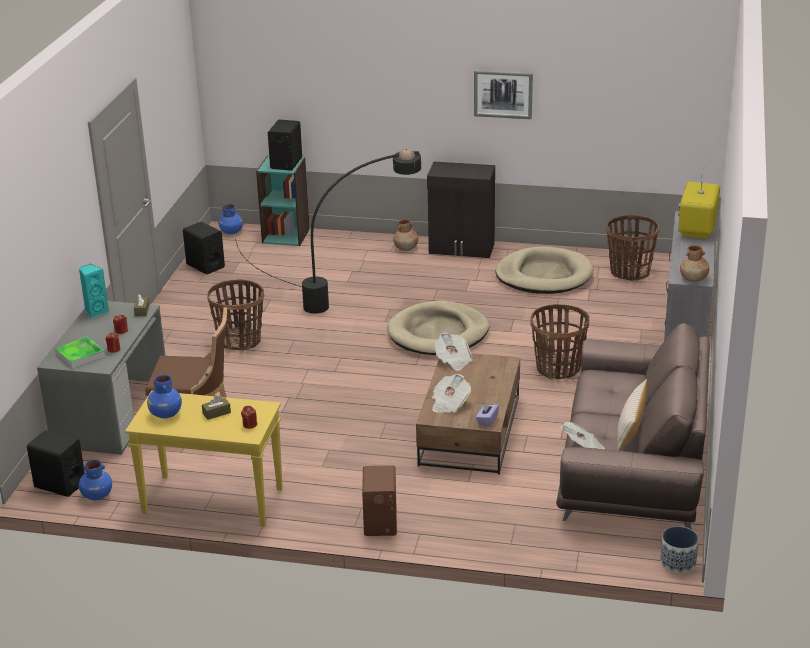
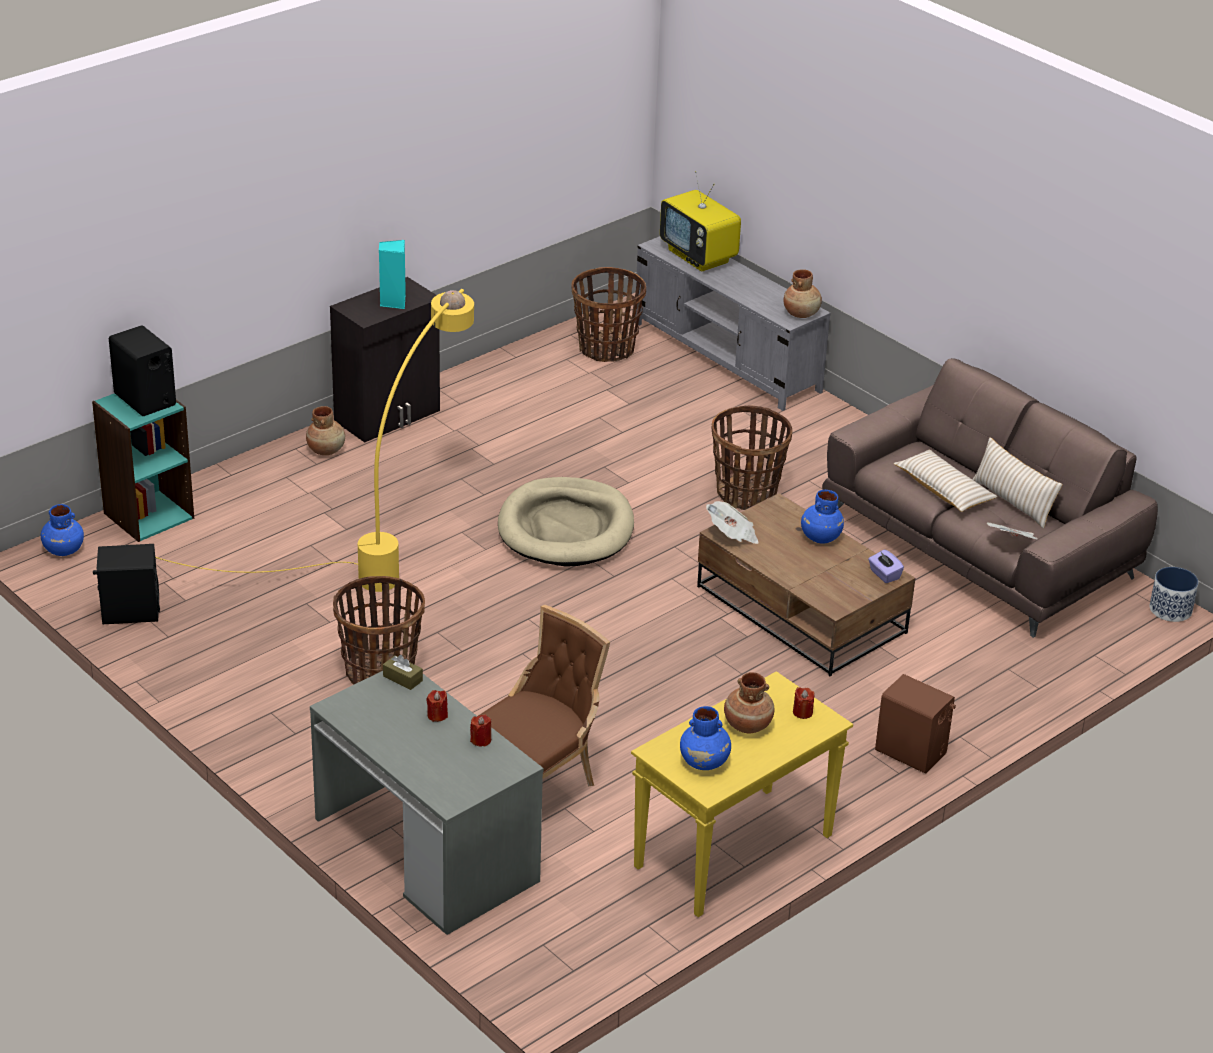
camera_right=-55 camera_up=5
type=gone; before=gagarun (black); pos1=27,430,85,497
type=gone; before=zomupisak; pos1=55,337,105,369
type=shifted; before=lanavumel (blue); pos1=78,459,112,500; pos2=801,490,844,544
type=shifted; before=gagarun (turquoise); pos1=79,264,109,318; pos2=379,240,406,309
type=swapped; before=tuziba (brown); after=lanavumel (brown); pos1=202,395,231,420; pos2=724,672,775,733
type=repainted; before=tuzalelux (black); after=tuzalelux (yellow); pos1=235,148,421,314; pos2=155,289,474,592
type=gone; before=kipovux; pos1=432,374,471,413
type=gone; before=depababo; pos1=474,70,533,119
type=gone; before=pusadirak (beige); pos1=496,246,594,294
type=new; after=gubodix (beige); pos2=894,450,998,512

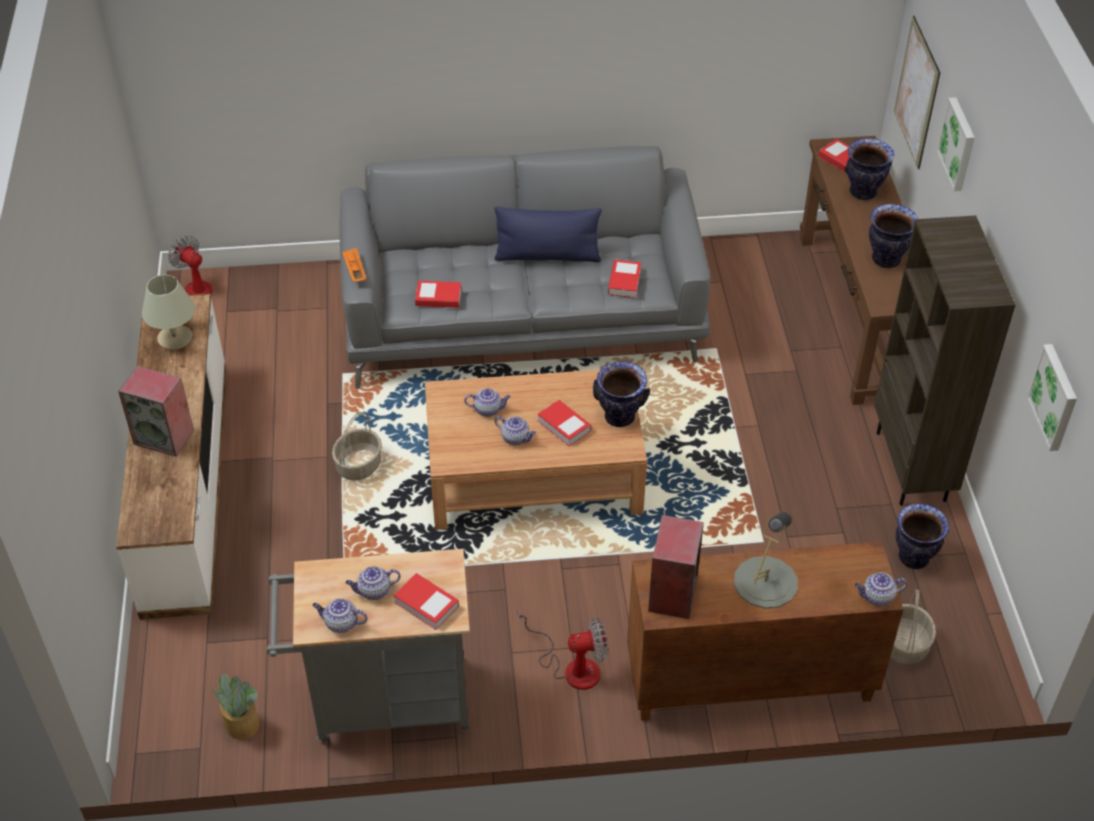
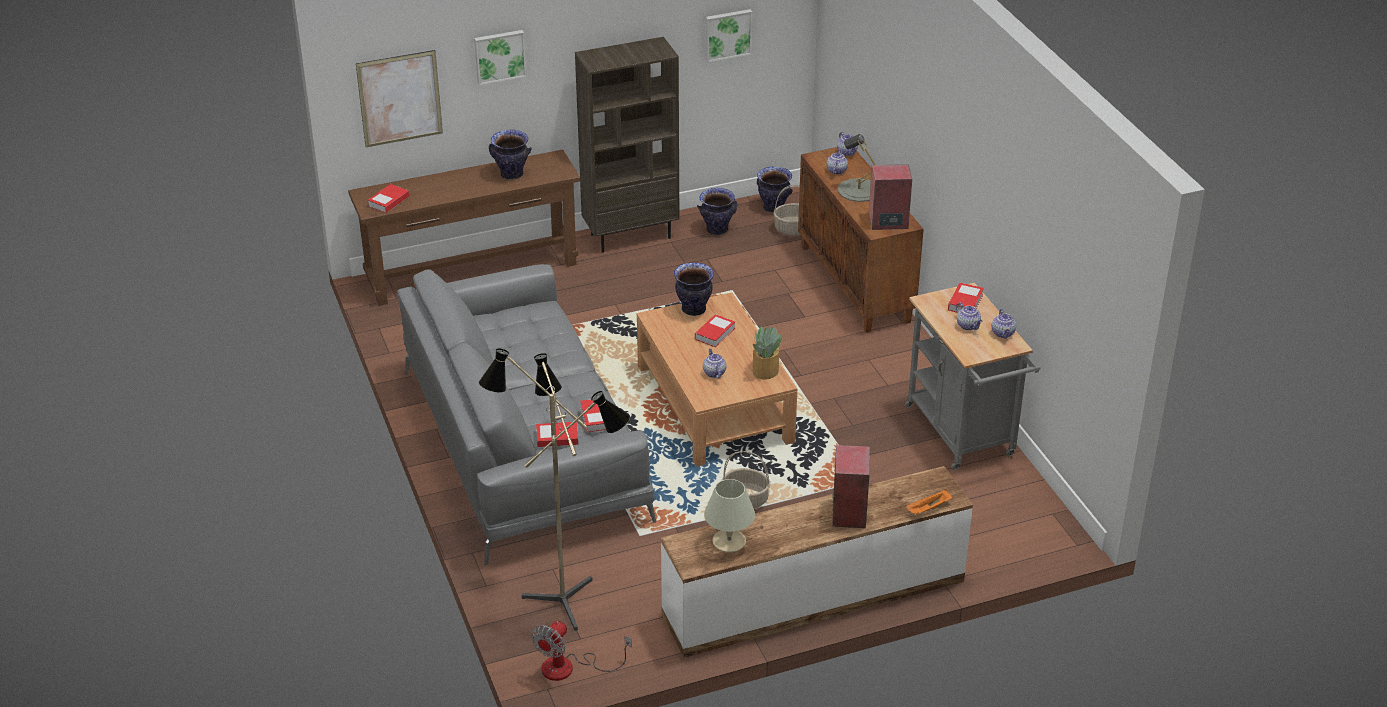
camera_right=-105 camera_up=-10
type=shifted; before=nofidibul; pos1=211,673,259,740; pos2=753,326,782,380
type=shifted; before=zomupisak (orange); pos1=342,247,366,282; pos2=906,489,952,515
type=gone; before=gubodix (blue); pos1=494,207,602,262
type=shifted; before=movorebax; pos1=495,416,536,445; pos2=826,149,848,175
type=gone; before=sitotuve; pos1=518,610,608,690
type=shifted; before=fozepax; pos1=608,259,641,298; pos2=536,422,578,447
type=shifted; before=lanavumel; pos1=844,138,894,200; pos2=757,167,793,213
type=new; after=tuzalelux; pos2=479,349,630,631

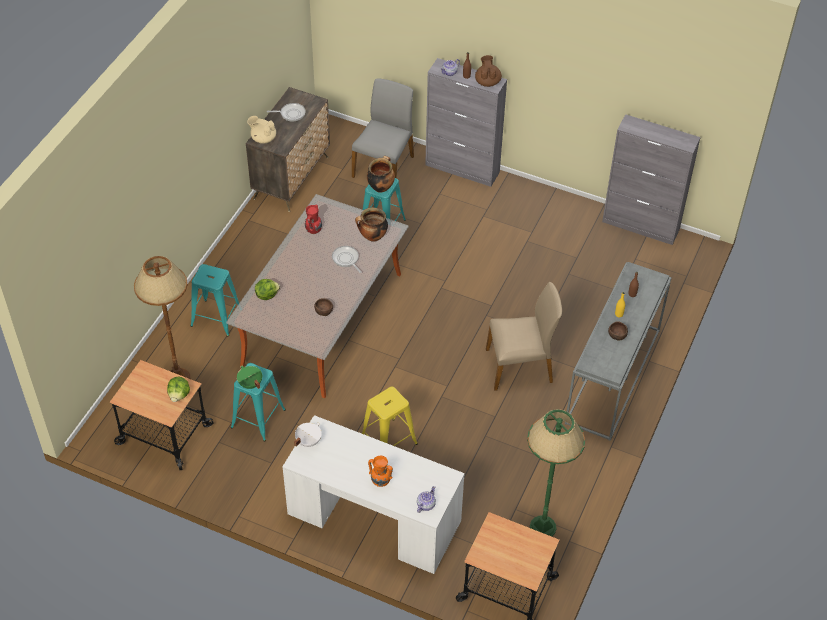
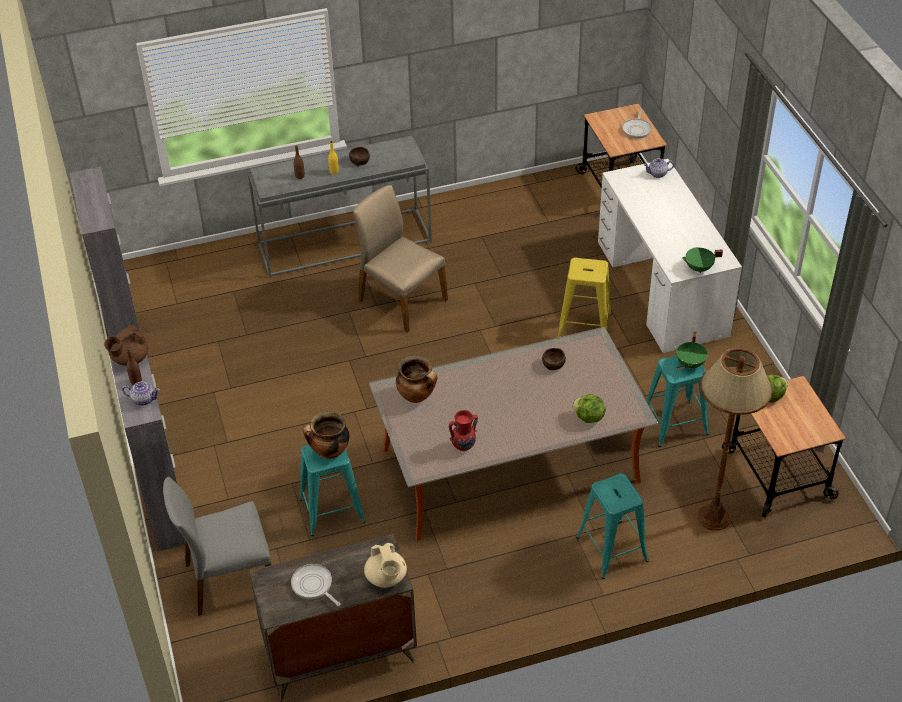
camera_right=-130 camera_up=-5
type=repainted; before=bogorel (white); after=bogorel (green); pos1=294,423,322,447; pos2=682,247,723,273
type=shifted; before=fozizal; pos1=332,246,362,273; pos2=622,109,652,139
type=gone; before=lanavumel (orange); pos1=368,455,393,487
type=gone; before=tuzalelux (green); pos1=527,409,585,537

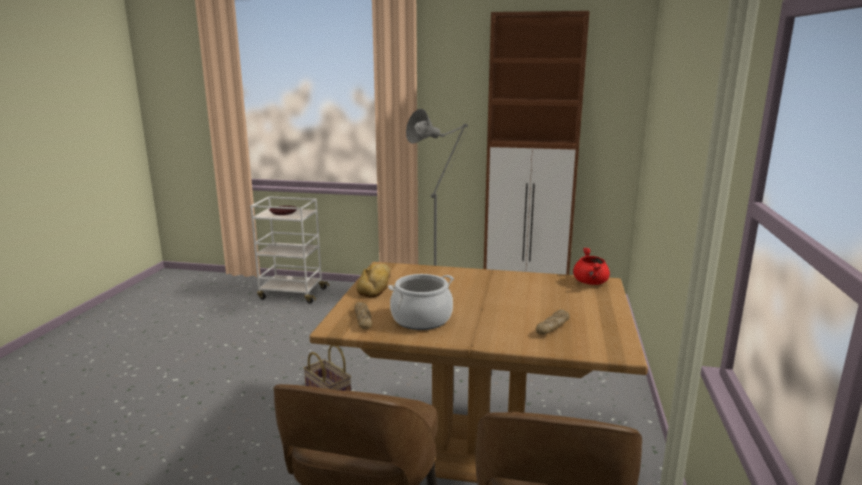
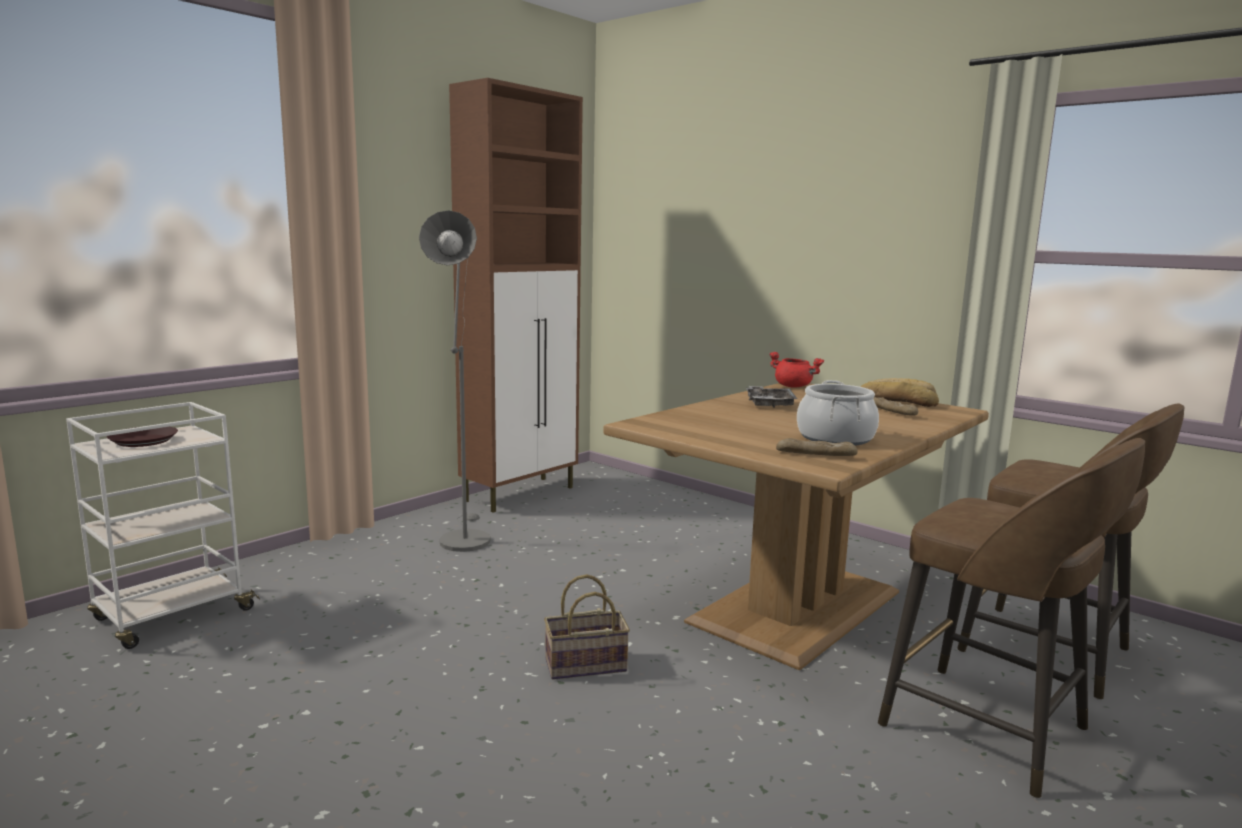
camera_right=-60 camera_up=-5
type=shifted; before=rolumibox; pos1=357,264,391,298; pos2=860,378,939,407
type=new; after=zomupisak (grey); pos2=746,386,797,408

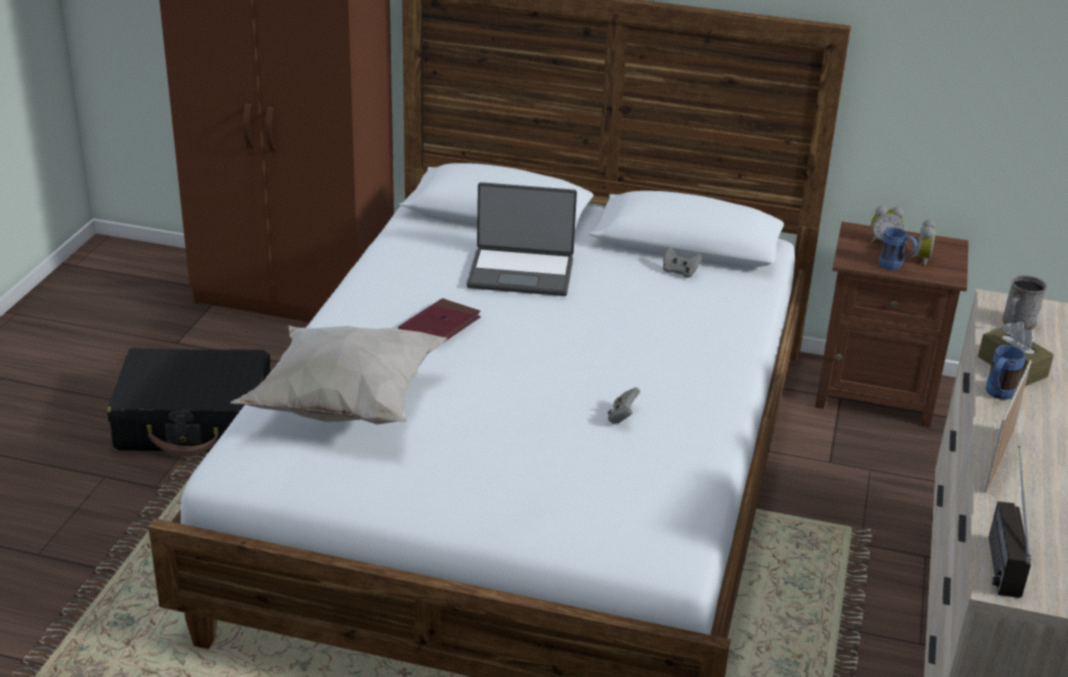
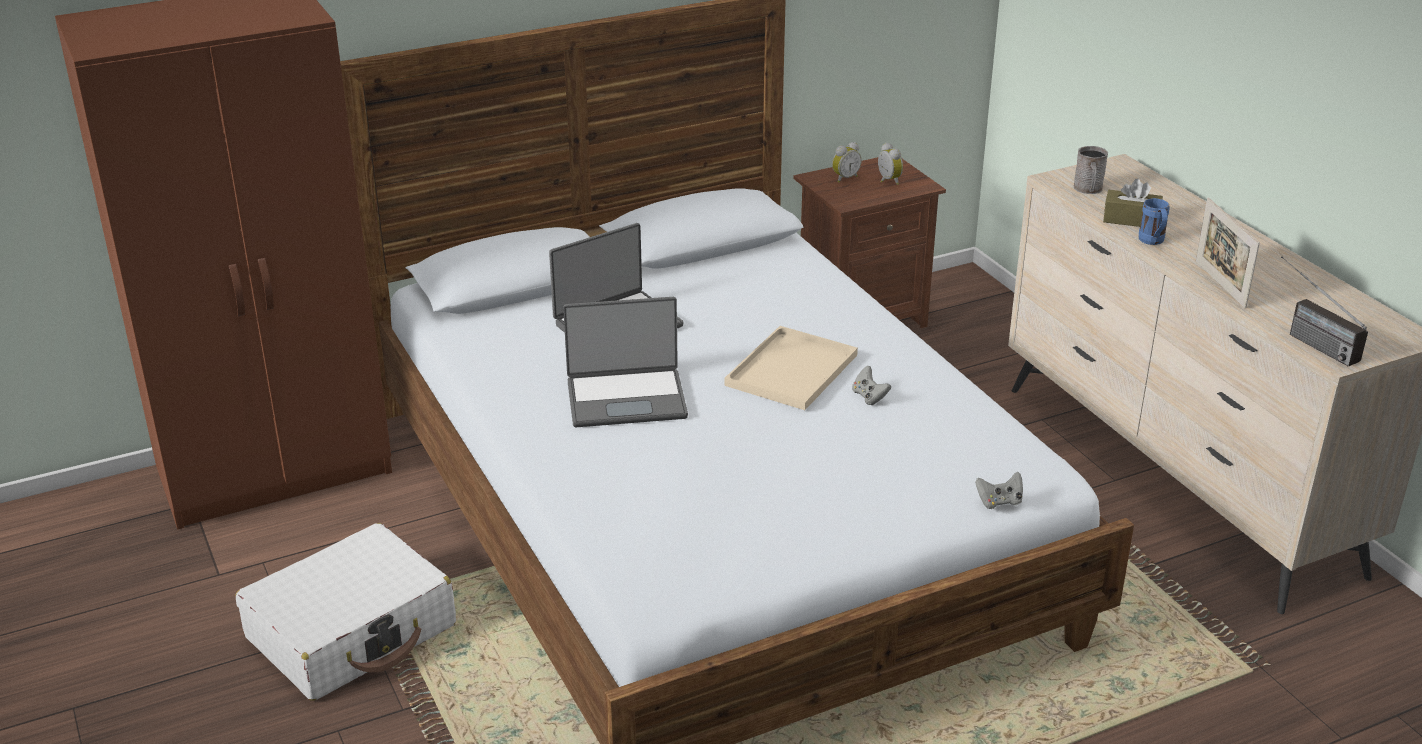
camera_right=-40 camera_up=0
type=repainted; before=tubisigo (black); after=tubisigo (white); pos1=107,348,270,457; pos2=235,523,456,701
type=gone; before=gubodix (white); pos1=231,325,447,425
type=swapped; before=fozepax (red); after=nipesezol; pos1=398,298,481,341; pos2=563,297,688,427
type=shifted; before=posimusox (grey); pos1=663,247,702,278; pos2=975,472,1023,509
type=gone; before=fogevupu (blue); pos1=879,228,917,270
type=new; after=zomupisak (beige); pos2=724,326,858,410

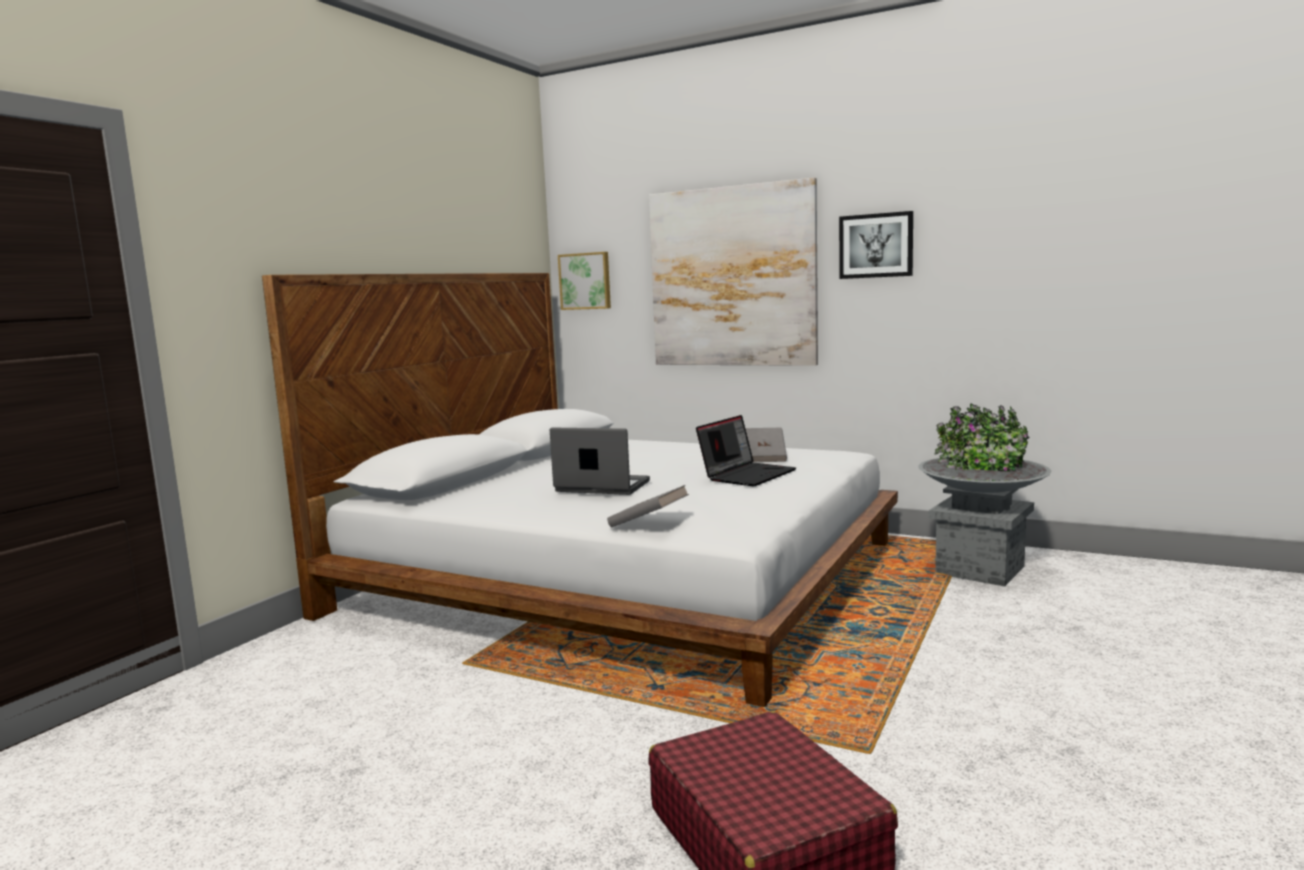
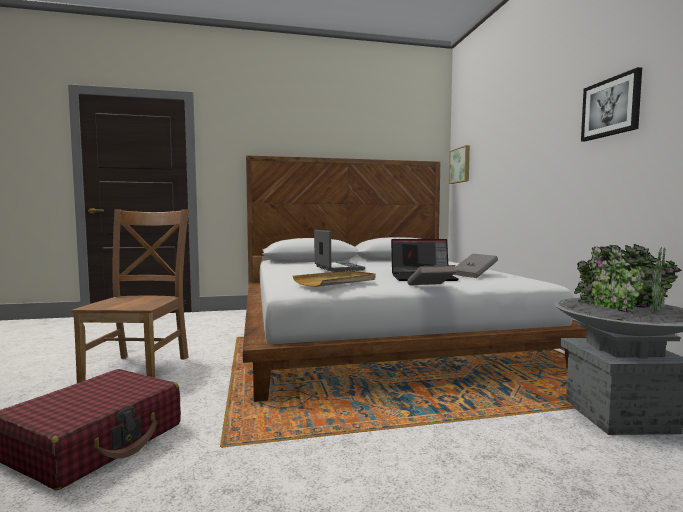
camera_right=50 camera_up=-5
type=shifted; before=fozepax (grey); pos1=607,485,689,528; pos2=407,265,456,285
type=gone; before=depababo; pos1=649,178,818,366
type=new; after=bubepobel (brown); pos2=71,209,189,383
type=new; after=zomupisak (beige); pos2=293,270,375,287

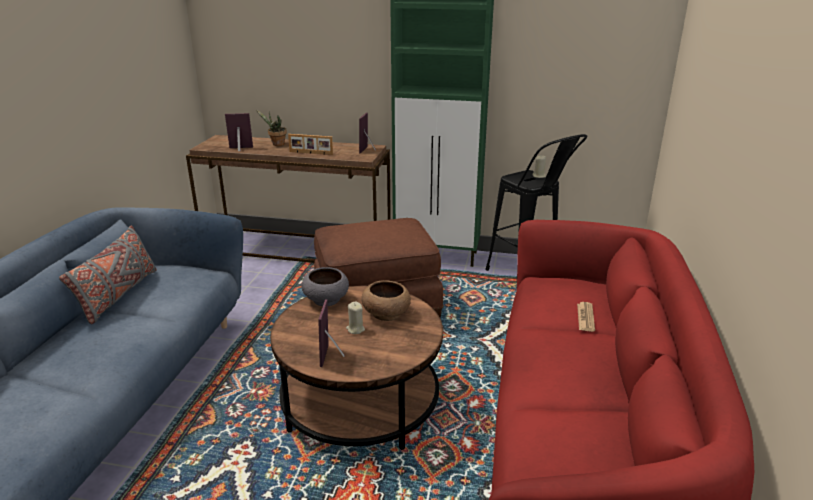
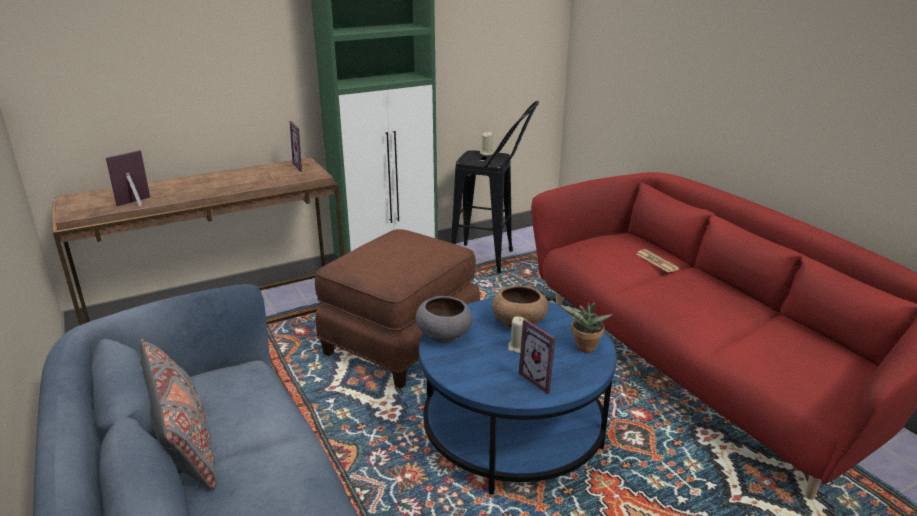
camera_right=-40 camera_up=0
type=shifted; before=nofidibul; pos1=256,110,287,146; pos2=559,302,613,353
type=repainted; before=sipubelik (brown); after=sipubelik (blue); pos1=270,286,443,450; pos2=419,299,617,495
type=gone; before=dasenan; pos1=288,134,333,155

